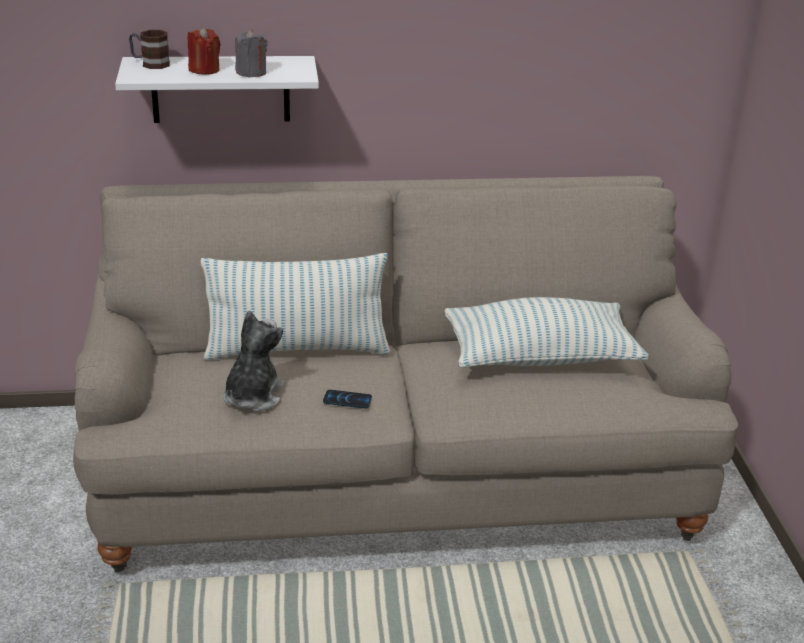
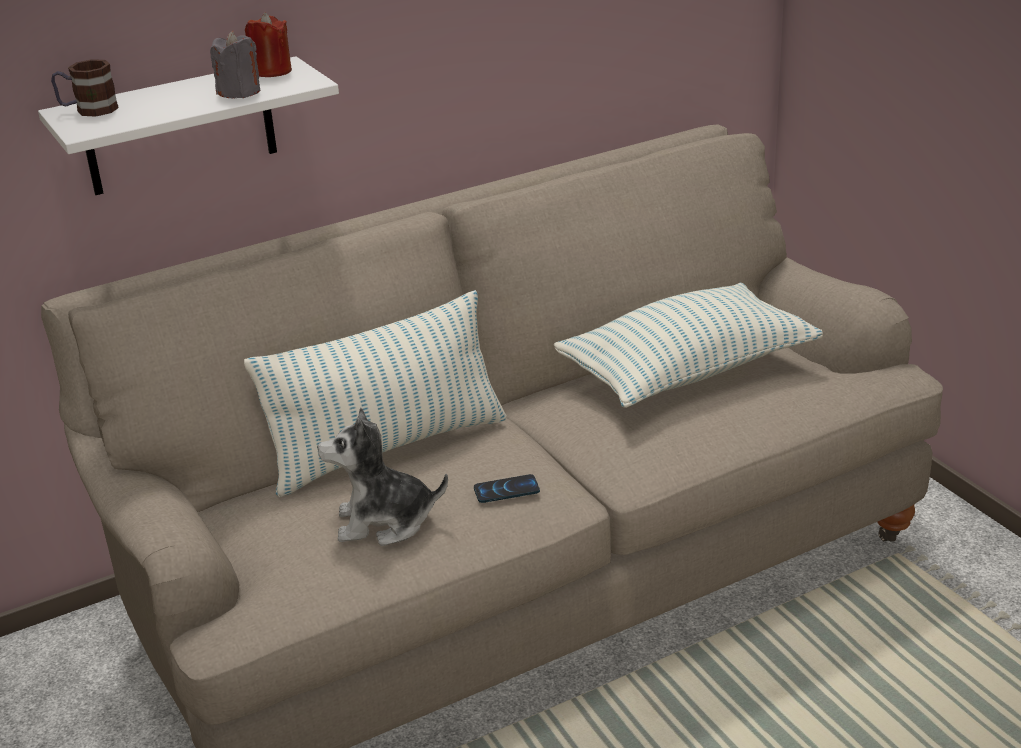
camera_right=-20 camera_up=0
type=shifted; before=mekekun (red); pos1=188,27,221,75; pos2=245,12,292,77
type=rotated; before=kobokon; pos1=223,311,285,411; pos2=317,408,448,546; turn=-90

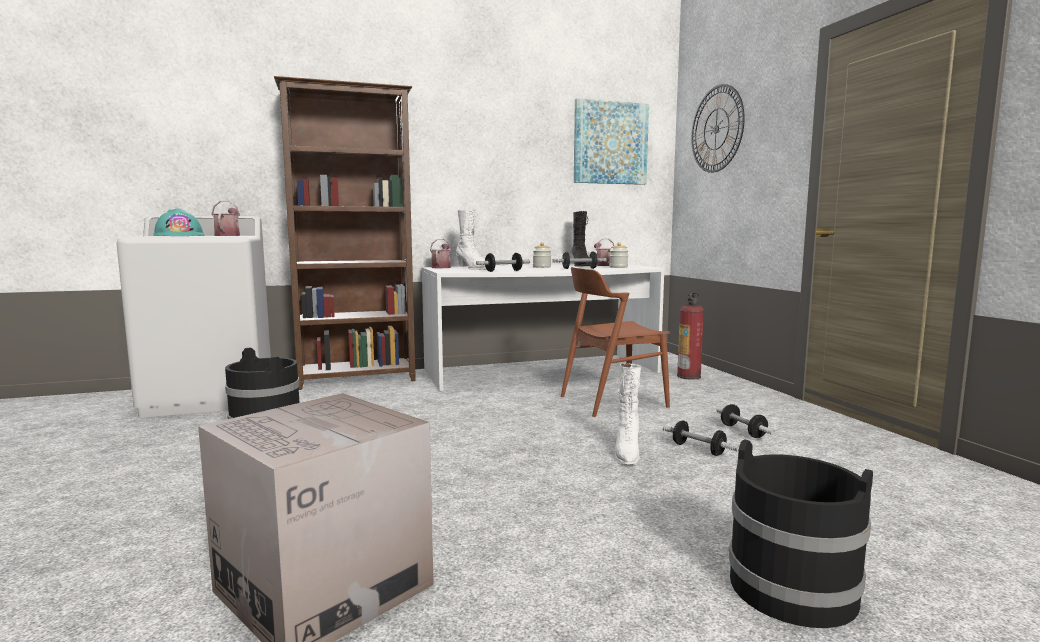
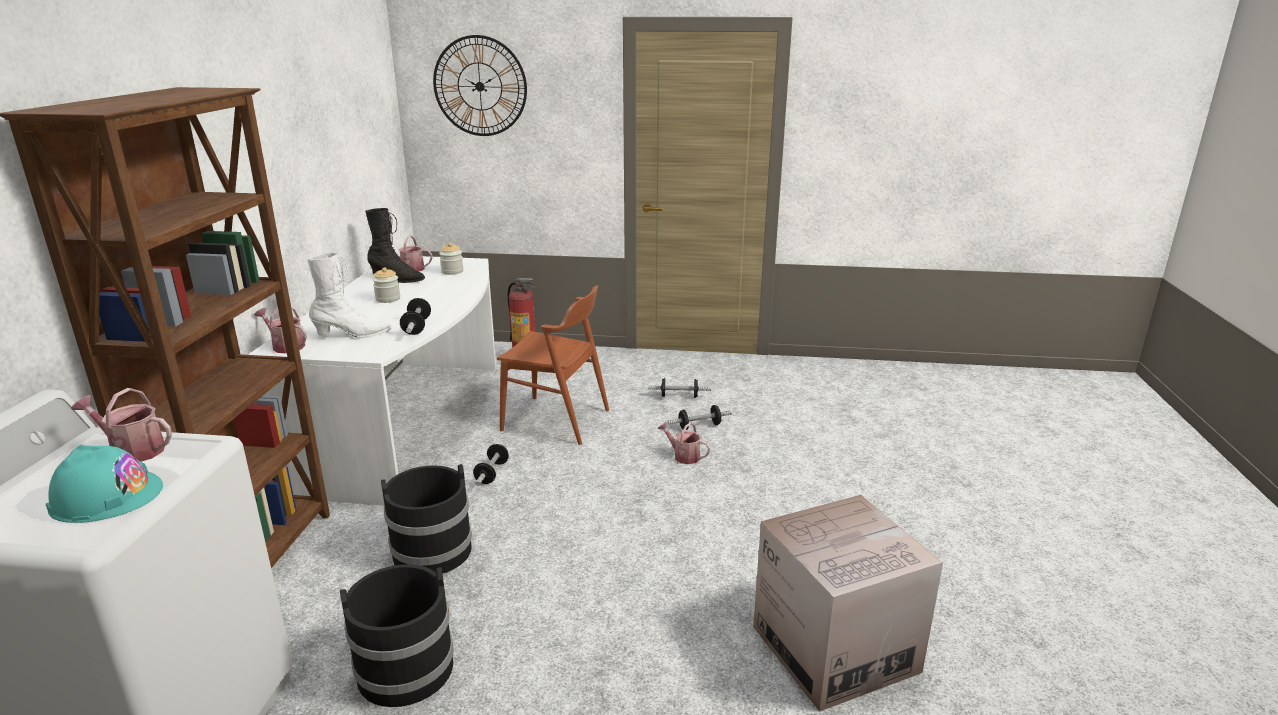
camera_right=-65 camera_up=15
type=shifted; before=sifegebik; pos1=552,252,607,269; pos2=473,443,509,486
type=rotated; before=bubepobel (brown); pos1=561,267,670,417; pos2=497,285,609,445; turn=-75
type=gone; before=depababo; pos1=574,99,649,185
type=swapped; before=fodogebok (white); after=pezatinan; pos1=615,363,641,465; pos2=657,422,710,464
type=shifted; before=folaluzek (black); pos1=729,439,873,628; pos2=381,464,472,573

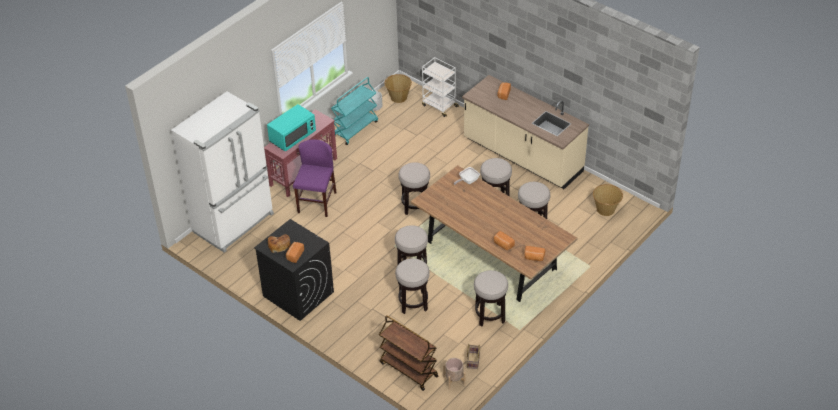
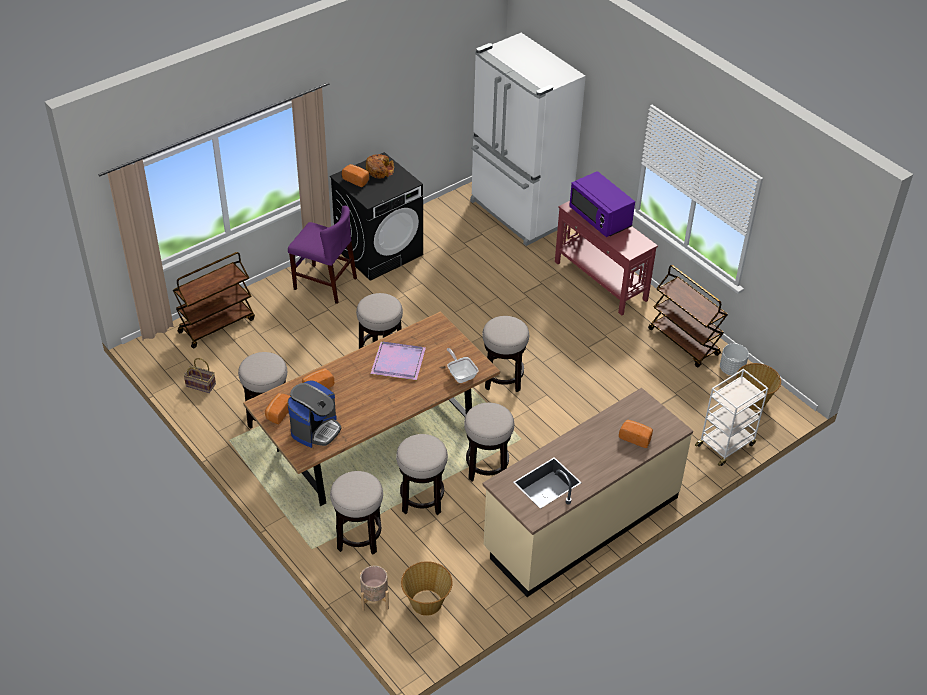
camera_right=100 camera_up=0
type=repainted; before=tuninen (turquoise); after=tuninen (purple); pos1=267,104,316,151; pos2=569,171,635,237
type=shifted; before=bubepobel (purple); pos1=293,139,337,217; pos2=288,206,357,304
type=repainted; before=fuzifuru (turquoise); after=fuzifuru (brown); pos1=331,77,378,145; pos2=648,265,728,367
type=shifted; before=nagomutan; pos1=395,258,430,314; pos2=330,471,383,555
type=shifted; before=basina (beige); pos1=443,358,466,390; pos2=360,566,389,611
type=new; after=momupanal; pos2=288,380,341,448
type=new; after=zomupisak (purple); pos2=370,342,426,380

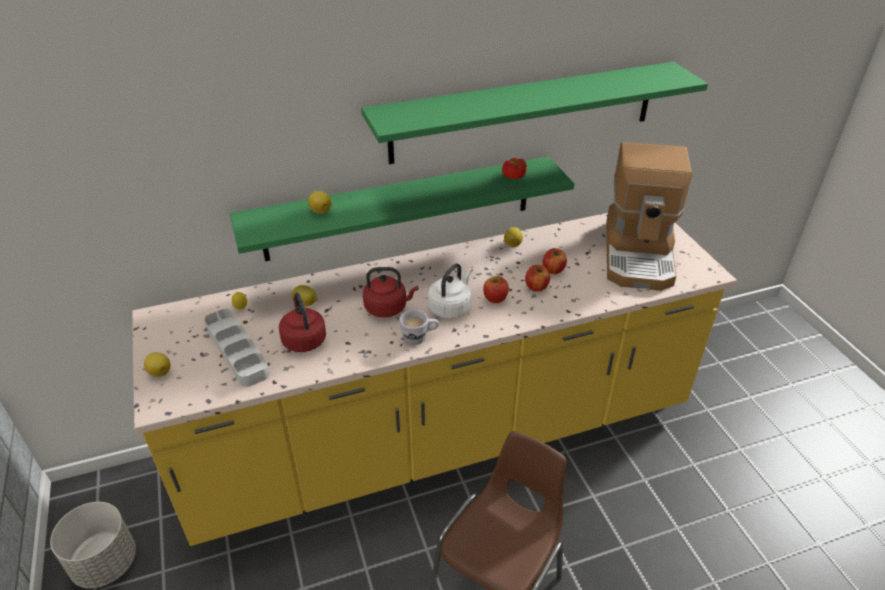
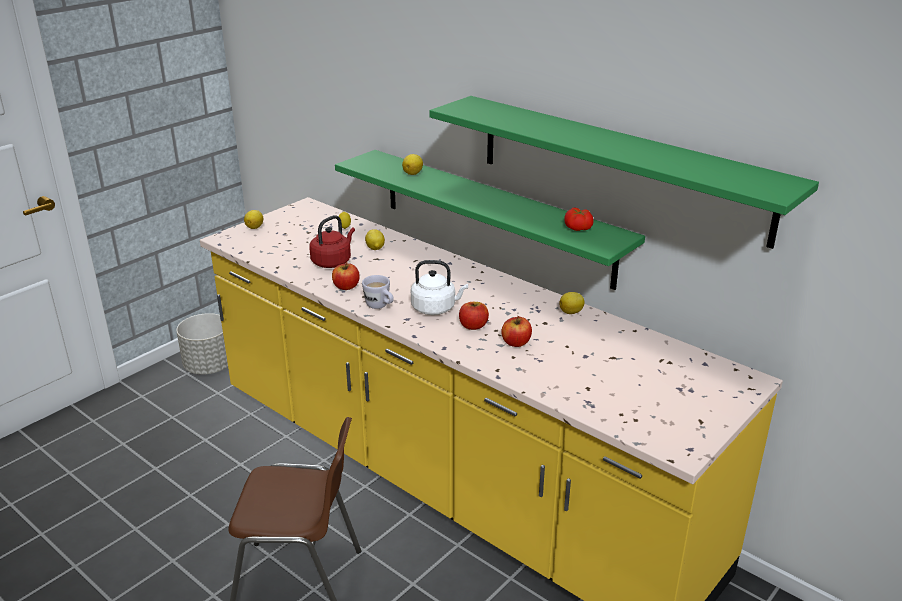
camera_right=60 camera_up=-10
type=gone; before=zomupisak (grey); pos1=204,308,270,387
type=gone; before=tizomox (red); pos1=363,267,418,318
type=shifted; before=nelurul; pos1=543,248,567,274; pos2=332,262,360,290
type=gone; before=momupanal; pos1=606,142,692,291

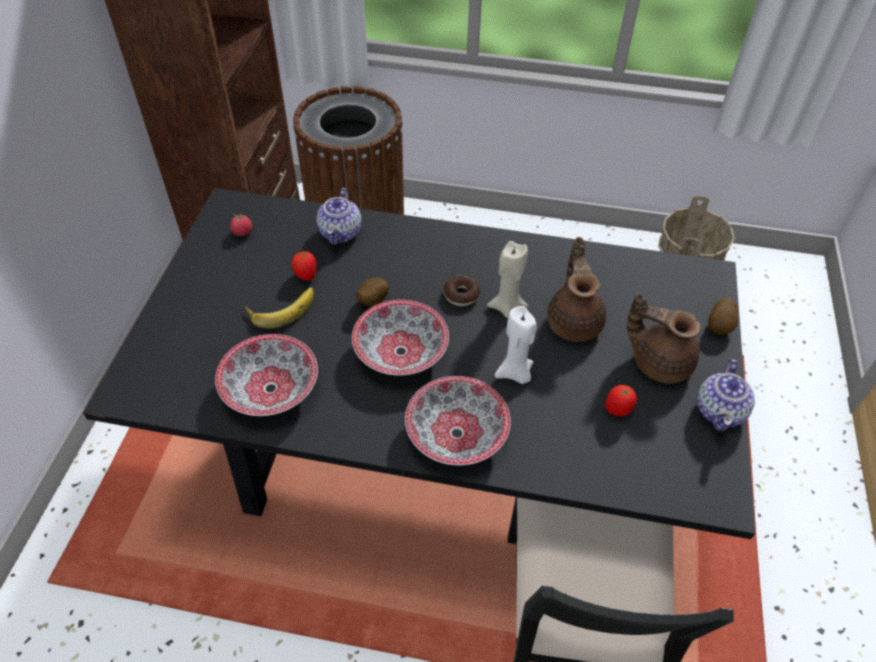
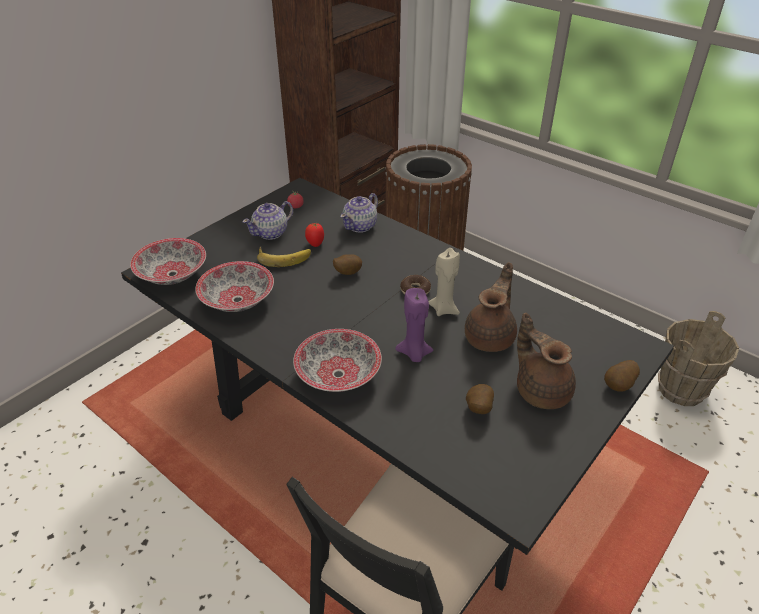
camera_right=30 camera_up=-10
type=shifted; before=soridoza; pos1=352,300,449,376; pos2=130,238,206,285
type=repainted; before=mekekun (white); after=mekekun (purple); pos1=495,306,536,384; pos2=395,288,433,362
type=swapped; before=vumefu; after=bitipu; pos1=606,385,637,417; pos2=466,384,494,414
type=shifted; before=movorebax; pos1=697,359,755,431; pos2=242,201,293,240

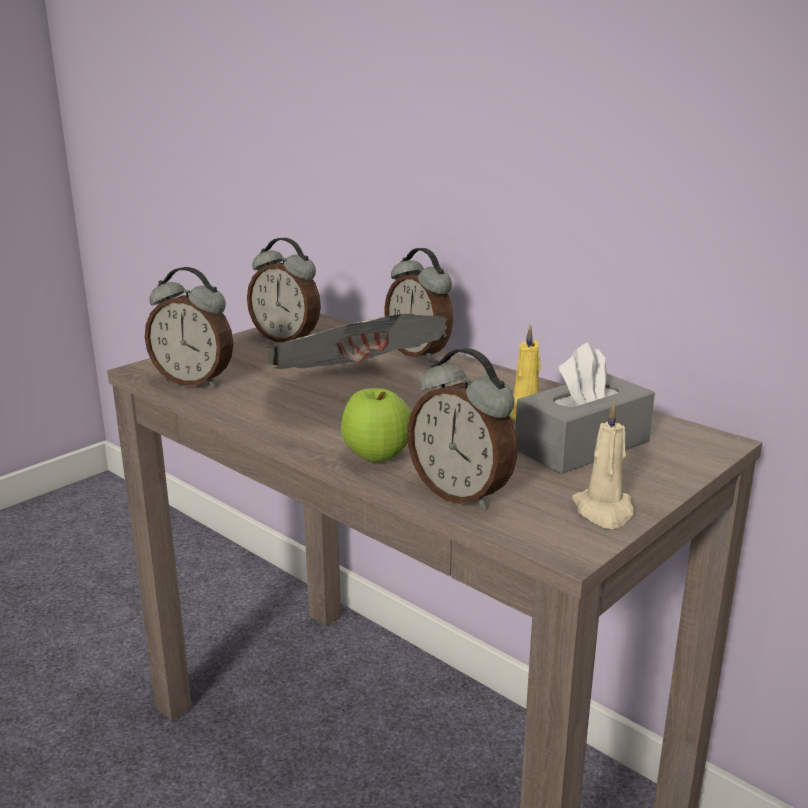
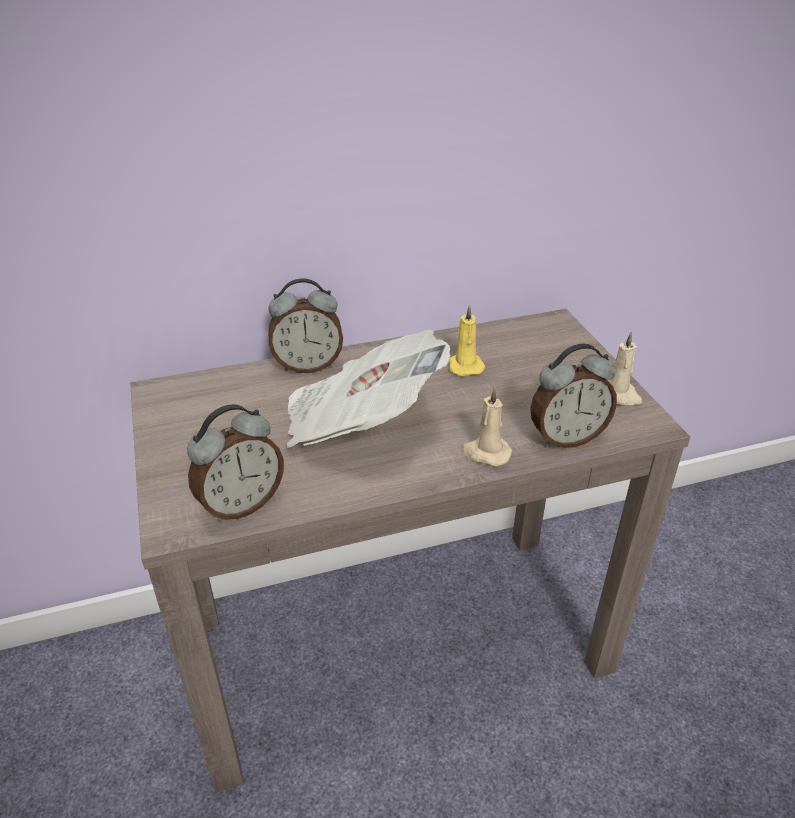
camera_right=-60 camera_up=15
type=gone; before=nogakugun; pos1=247,238,321,342
type=swapped; before=nelurul; after=mekekun (beige); pos1=341,388,411,462; pos2=461,387,512,466
type=gone; before=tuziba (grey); pos1=515,342,655,474

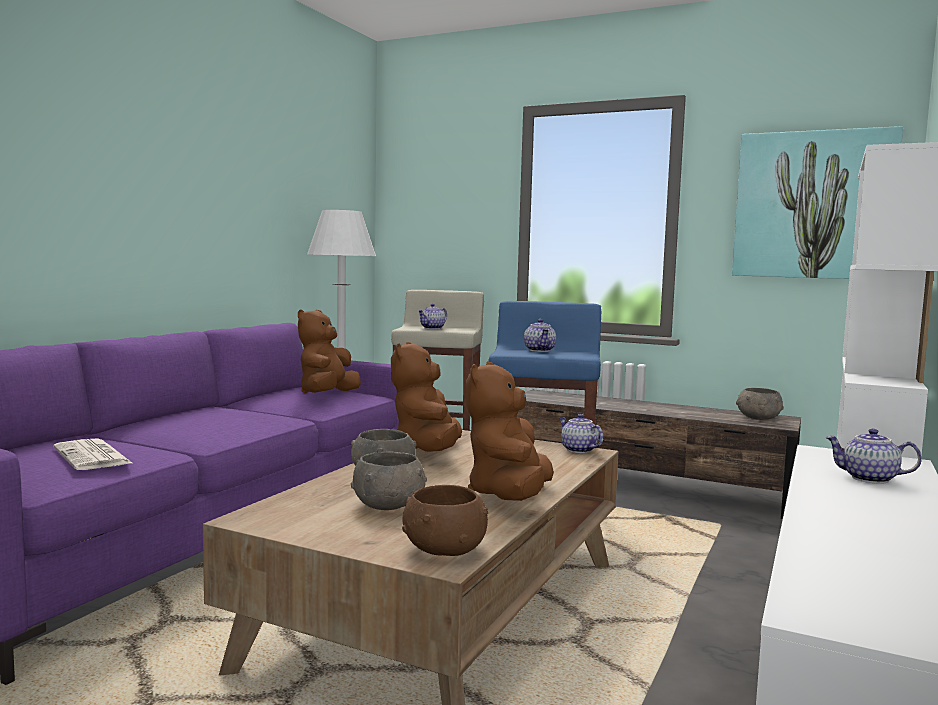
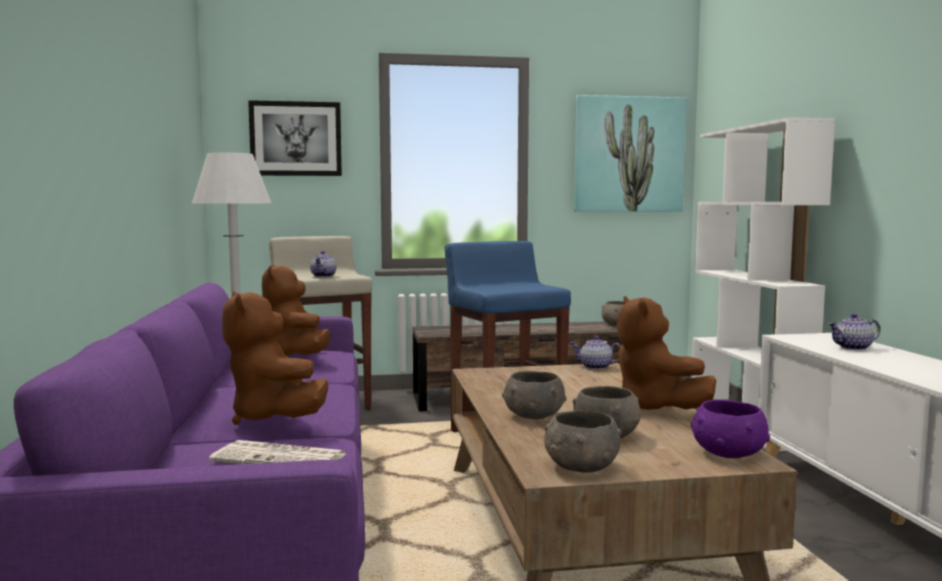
camera_right=-35 camera_up=0
type=shifted; before=kobokon (brown); pos1=391,342,462,452; pos2=222,291,328,425
type=repainted; before=soridoza (brown); after=soridoza (purple); pos1=402,485,488,556; pos2=691,399,770,458
type=gone; before=movorebax; pos1=524,319,556,352
type=new; after=depababo; pos2=248,100,342,176
type=new; after=soridoza (grey); pos2=544,410,622,473

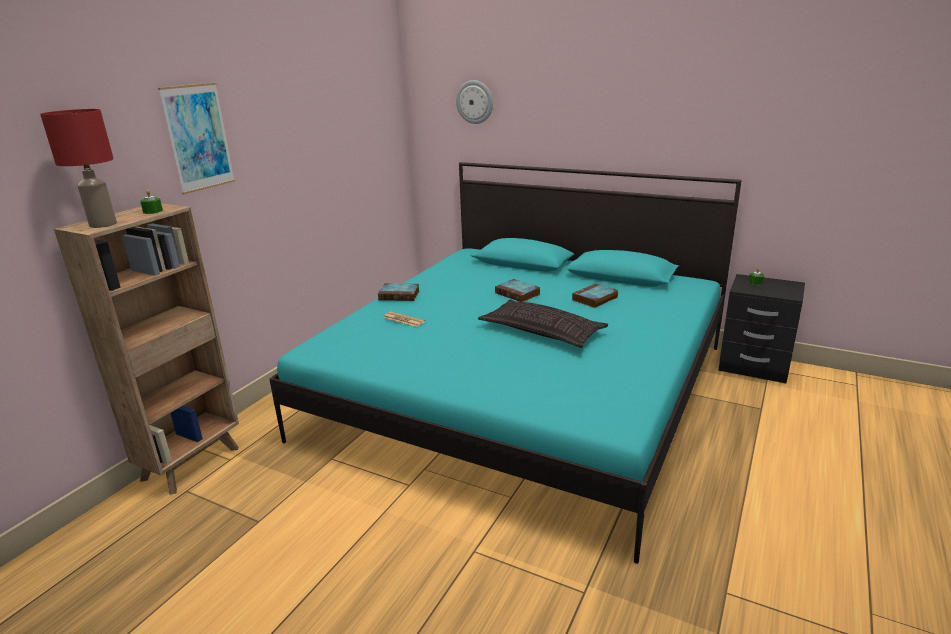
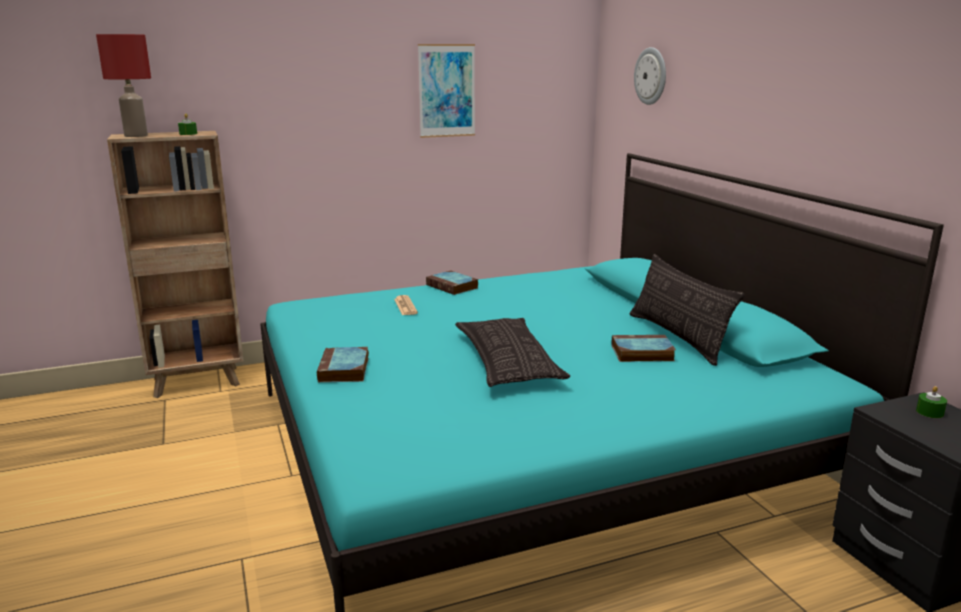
camera_right=40 camera_up=-5
type=shifted; before=depababo; pos1=158,83,235,194; pos2=418,44,475,138
type=shifted; before=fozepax; pos1=495,279,540,302; pos2=317,347,369,383
type=new; after=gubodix; pos2=630,254,745,366

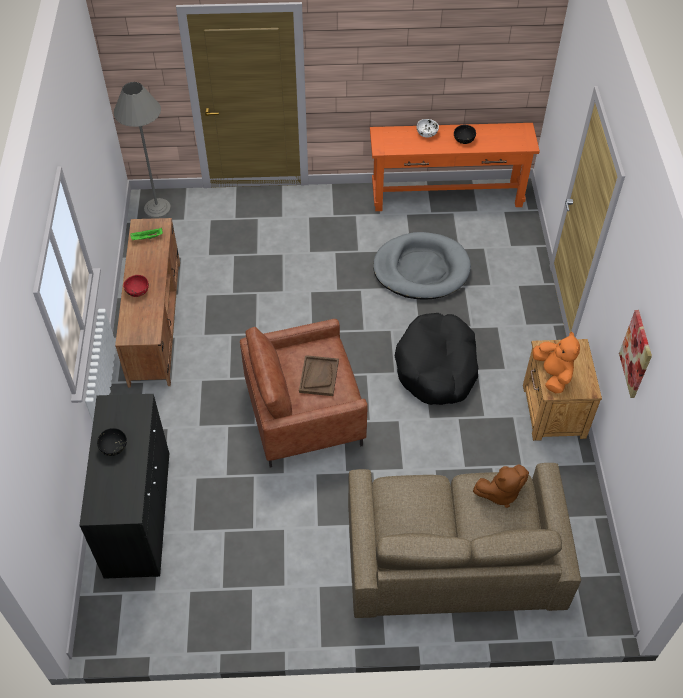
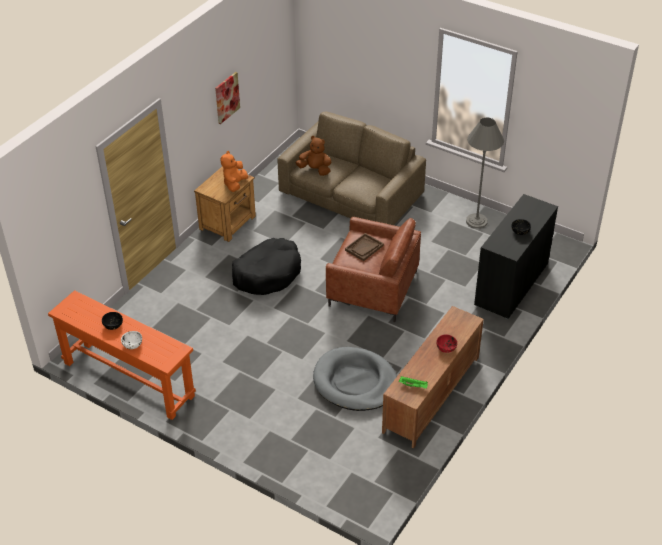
camera_right=-145 camera_up=-10
type=shifted; before=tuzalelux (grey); pos1=114,82,171,218; pos2=466,118,504,228
type=shifted; before=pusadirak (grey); pos1=373,232,471,300; pos2=313,347,397,411

